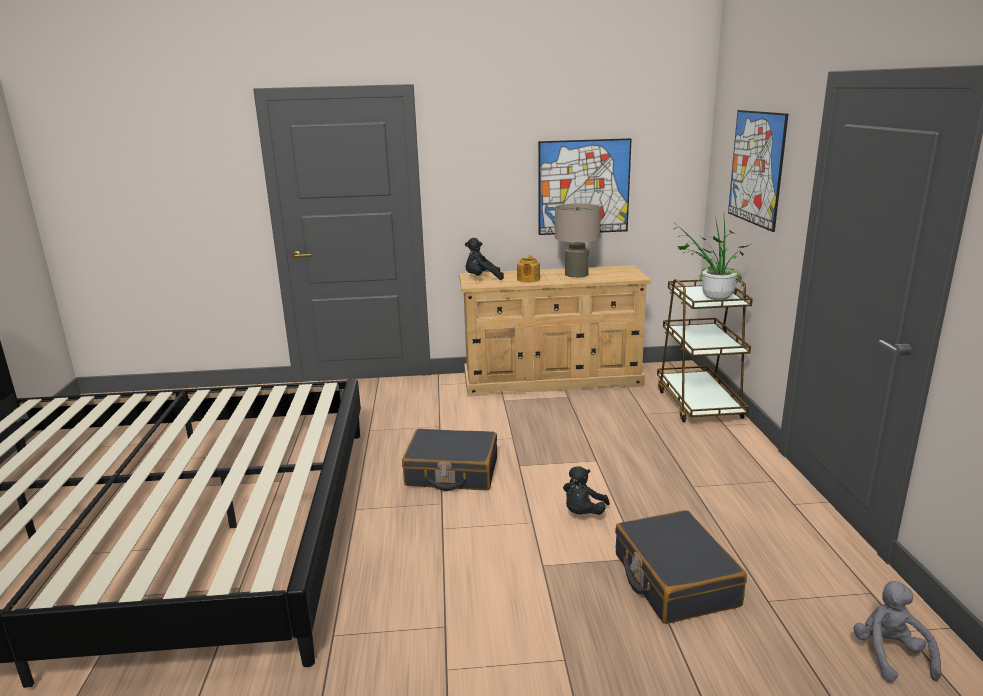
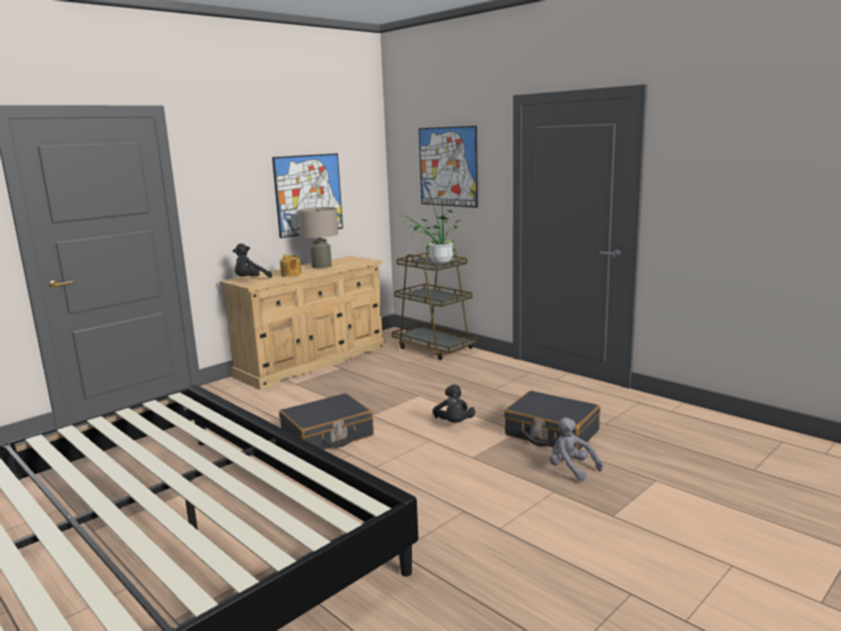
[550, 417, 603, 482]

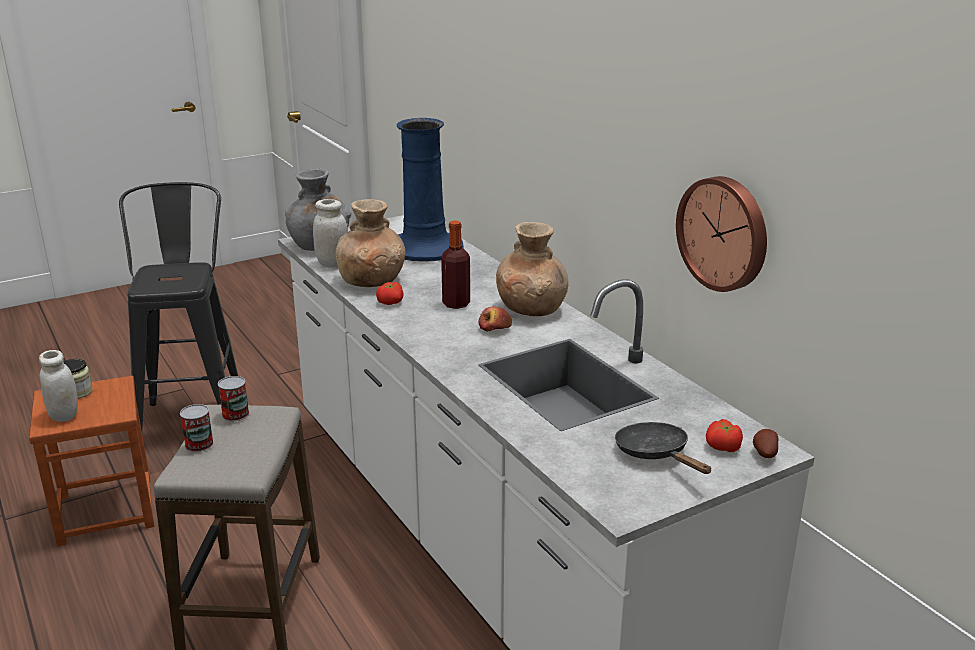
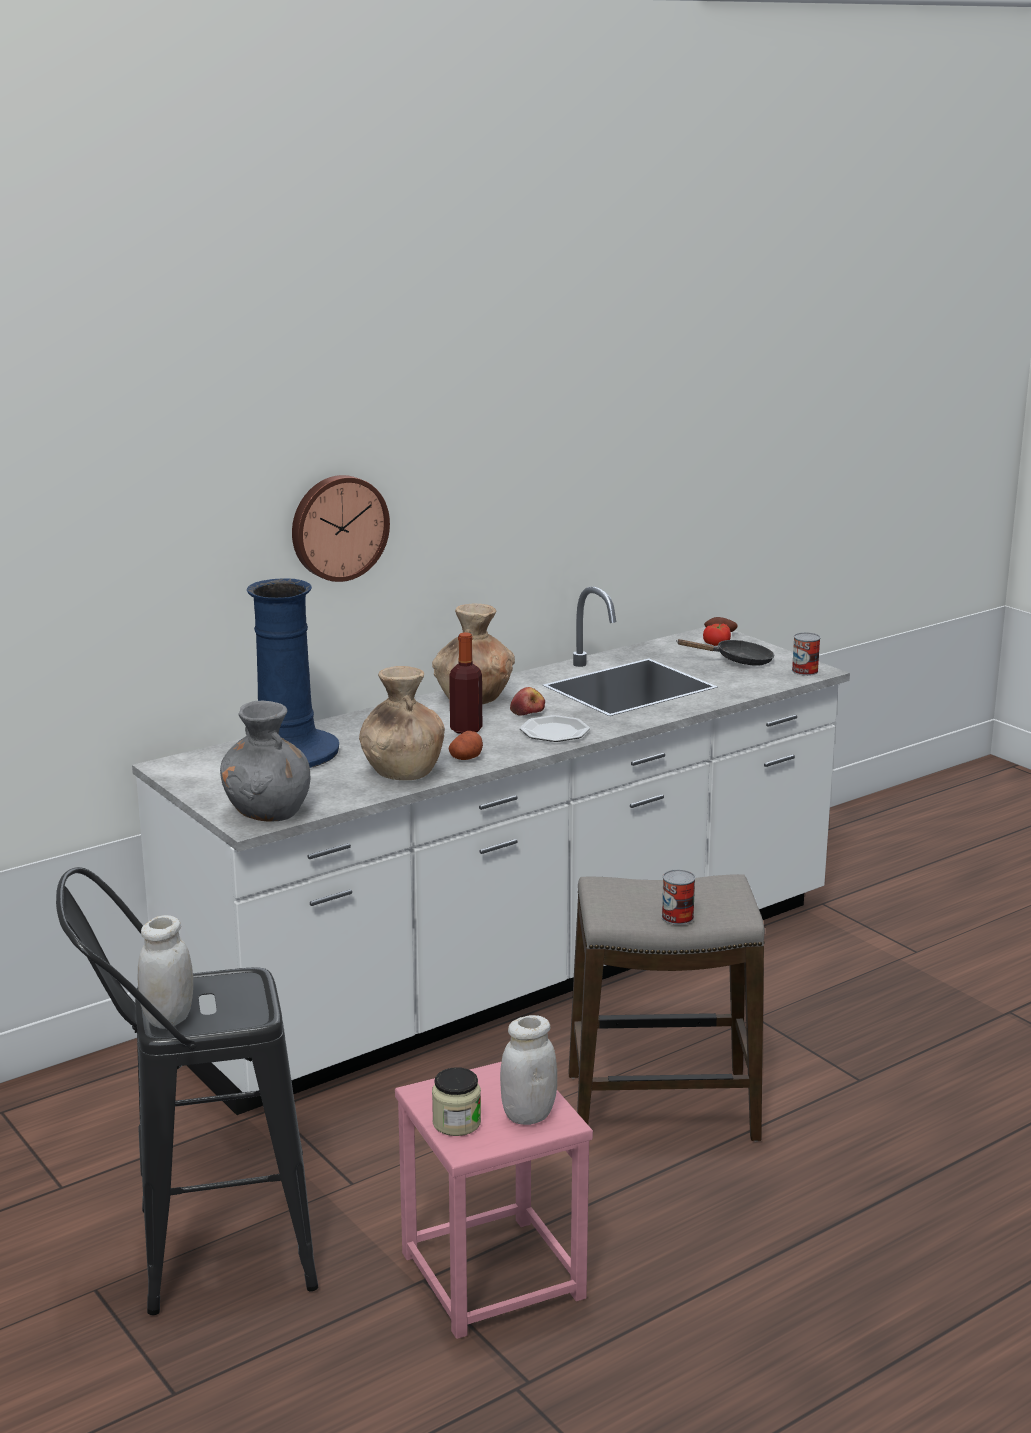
[138, 915, 193, 1029]
[292, 475, 390, 582]
[395, 1062, 593, 1339]
[449, 731, 483, 760]
[520, 715, 590, 742]
[676, 639, 774, 666]
[792, 632, 821, 676]

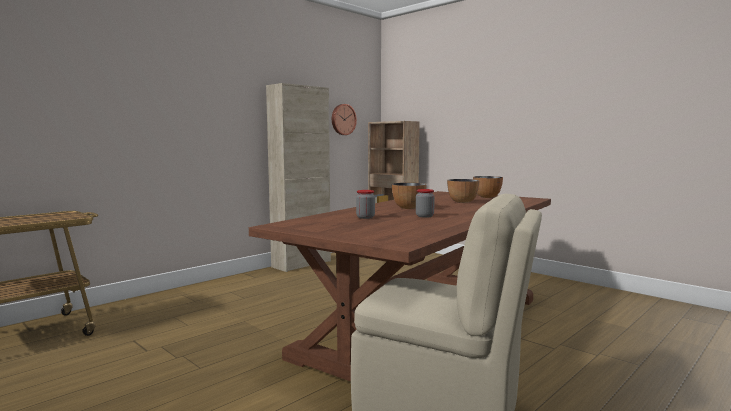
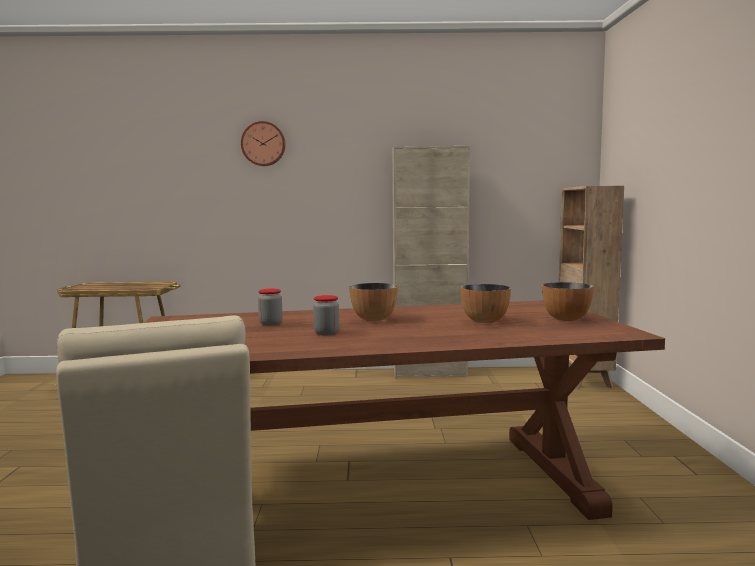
[241, 121, 286, 166]

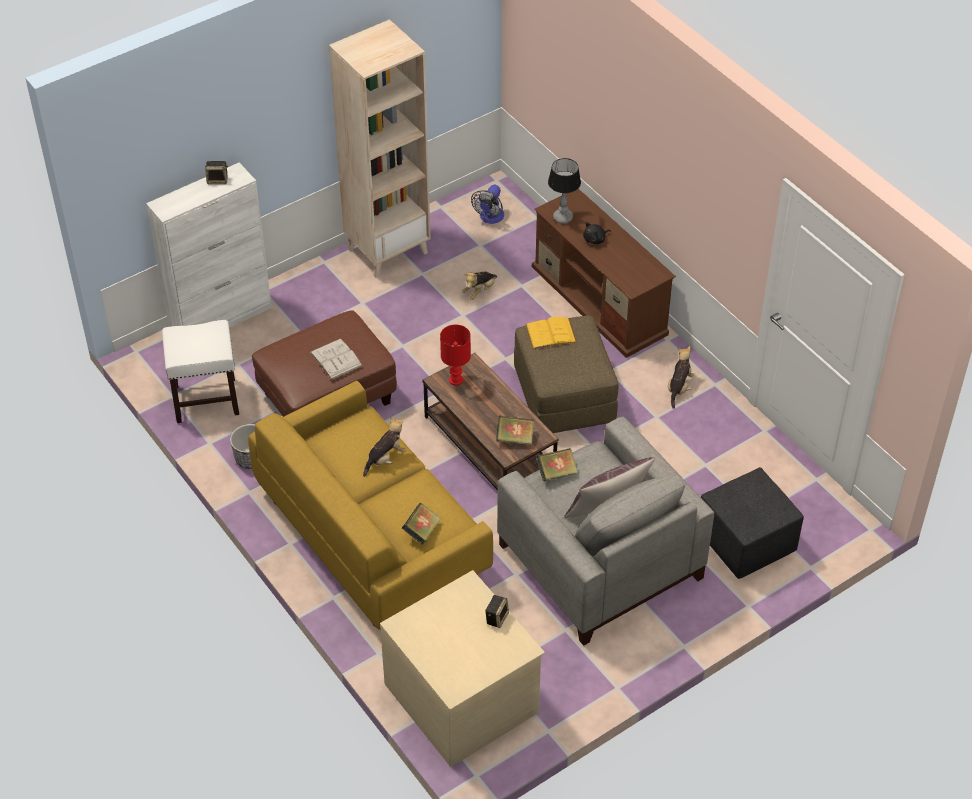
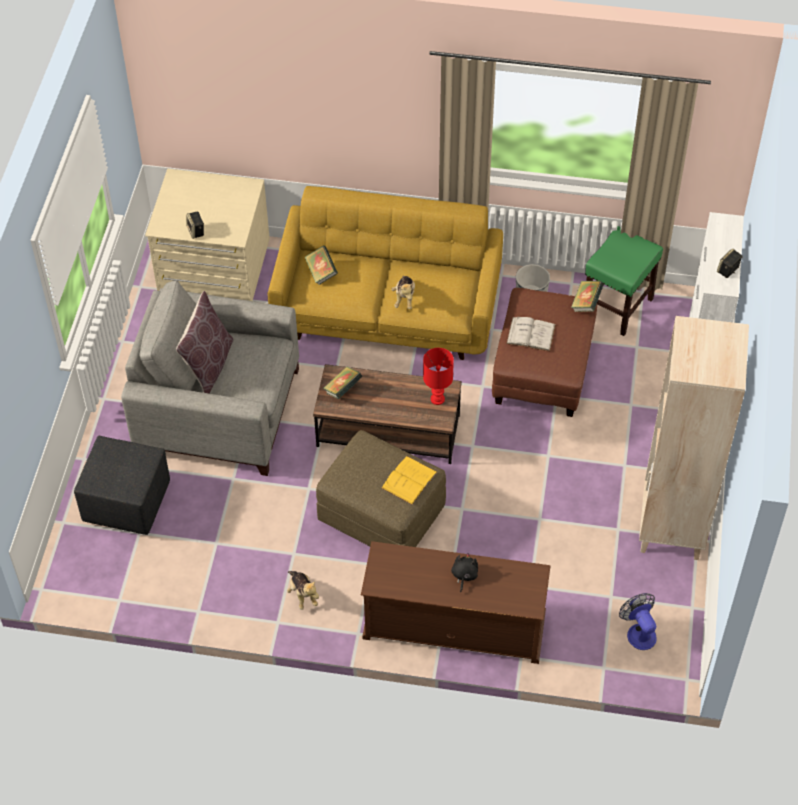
[571, 281, 604, 312]
[585, 226, 663, 336]
[462, 271, 497, 300] (first image)
[548, 158, 581, 224] (first image)

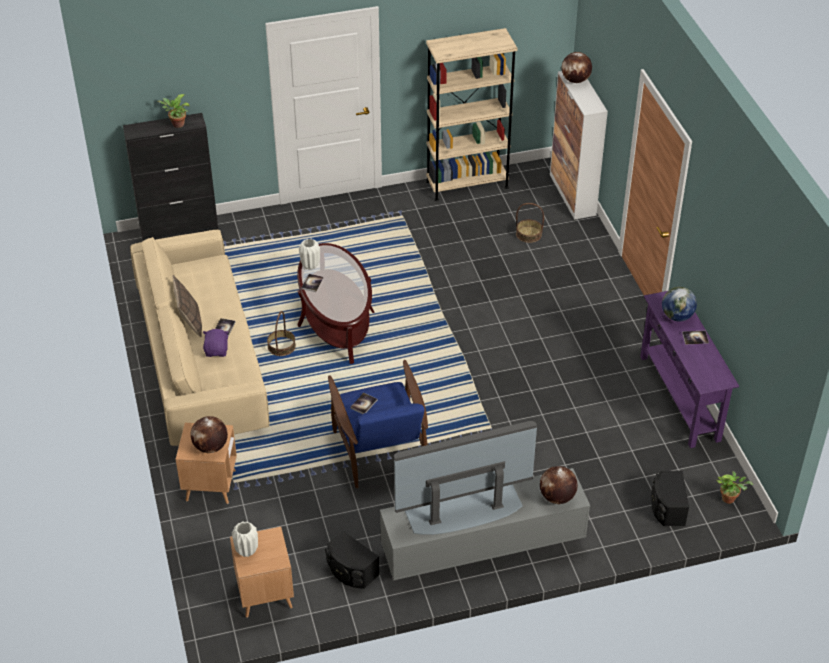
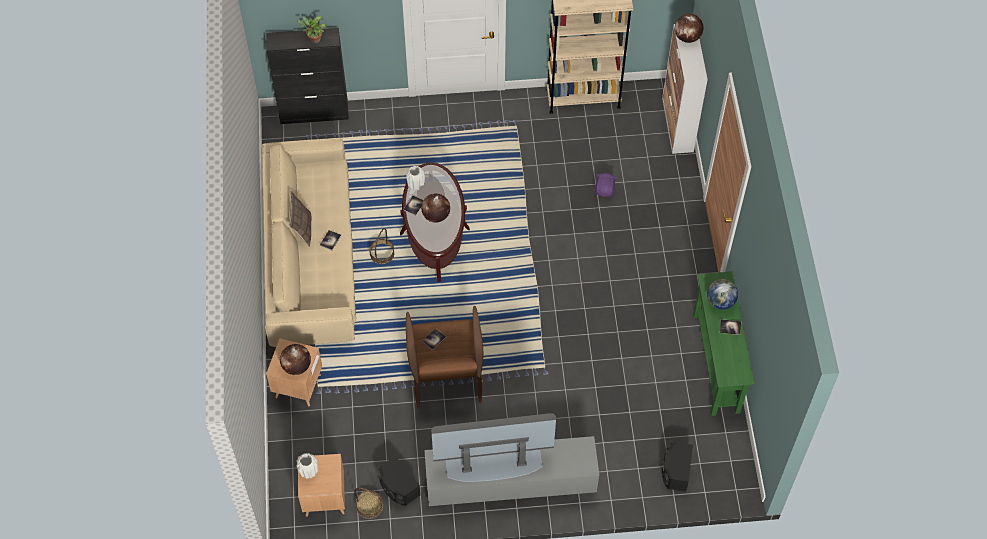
[355, 488, 383, 519]
[406, 306, 483, 409]
[421, 194, 450, 223]
[595, 173, 617, 197]
[693, 271, 755, 416]
[716, 471, 753, 504] (first image)

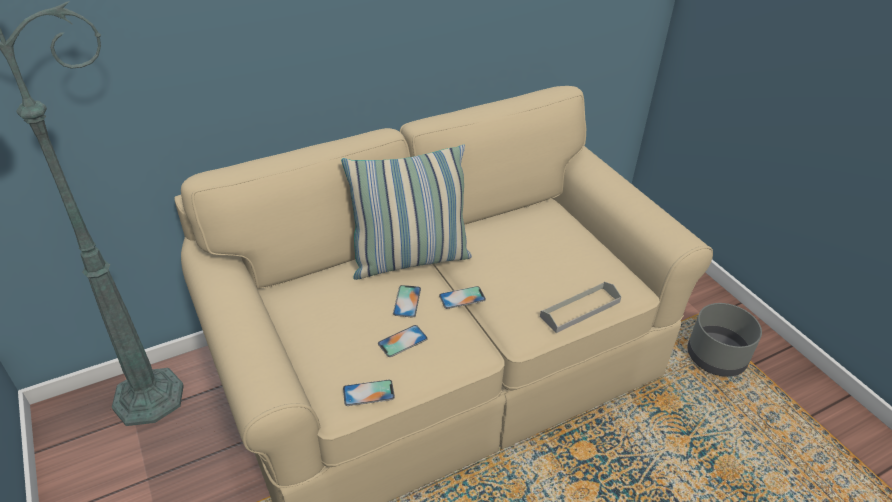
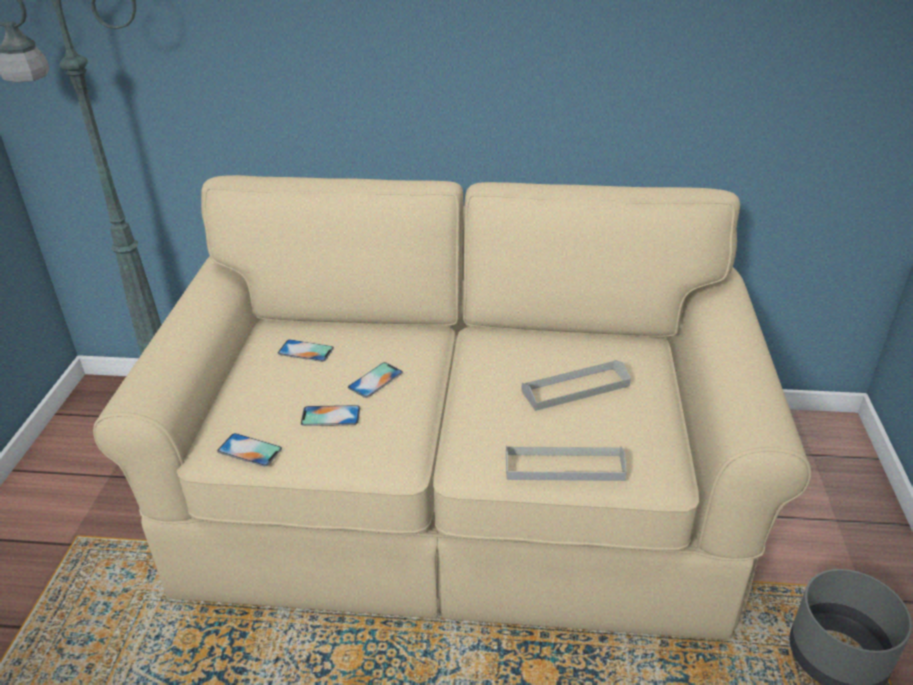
[278, 339, 334, 362]
[521, 360, 631, 411]
[341, 144, 472, 280] (first image)

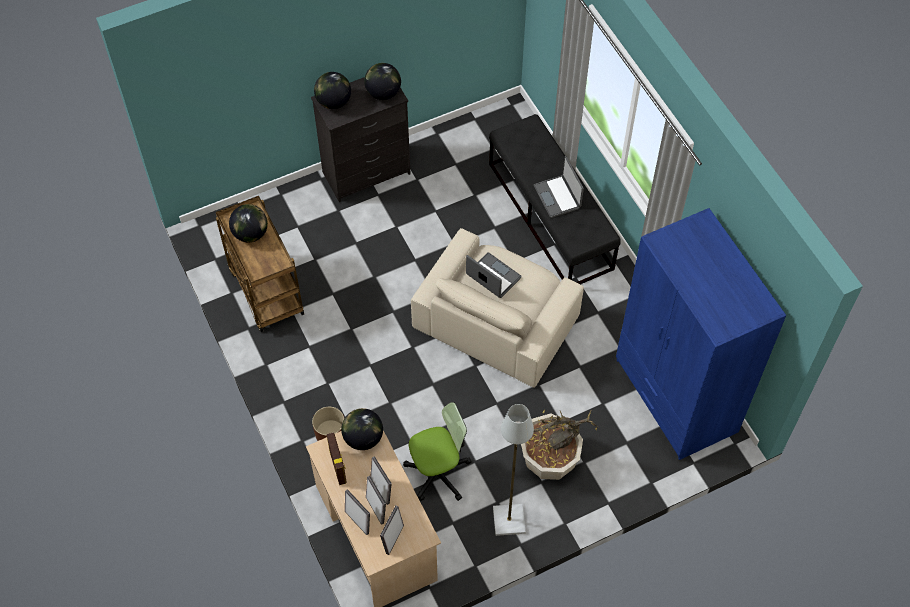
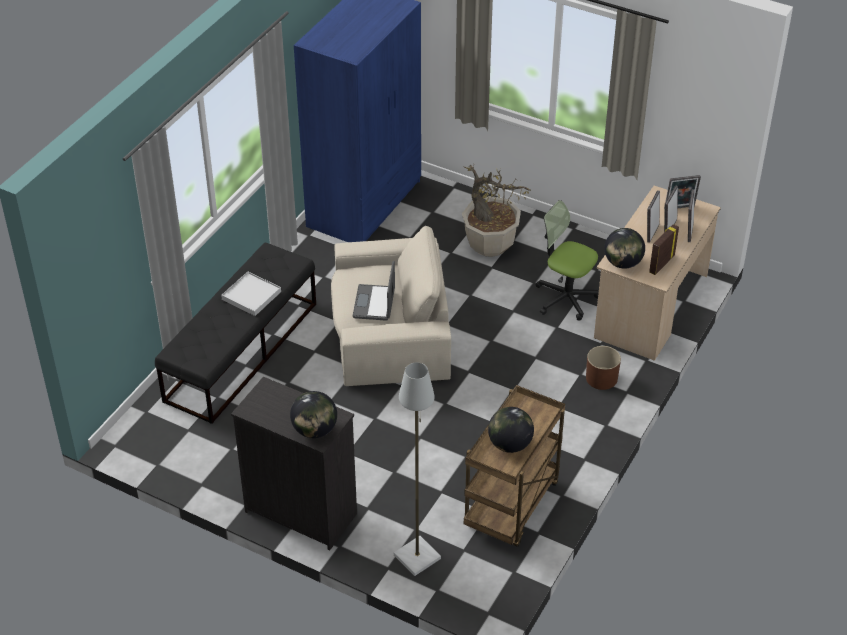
[221, 272, 281, 316]
[394, 362, 441, 576]
[364, 63, 401, 100] (first image)

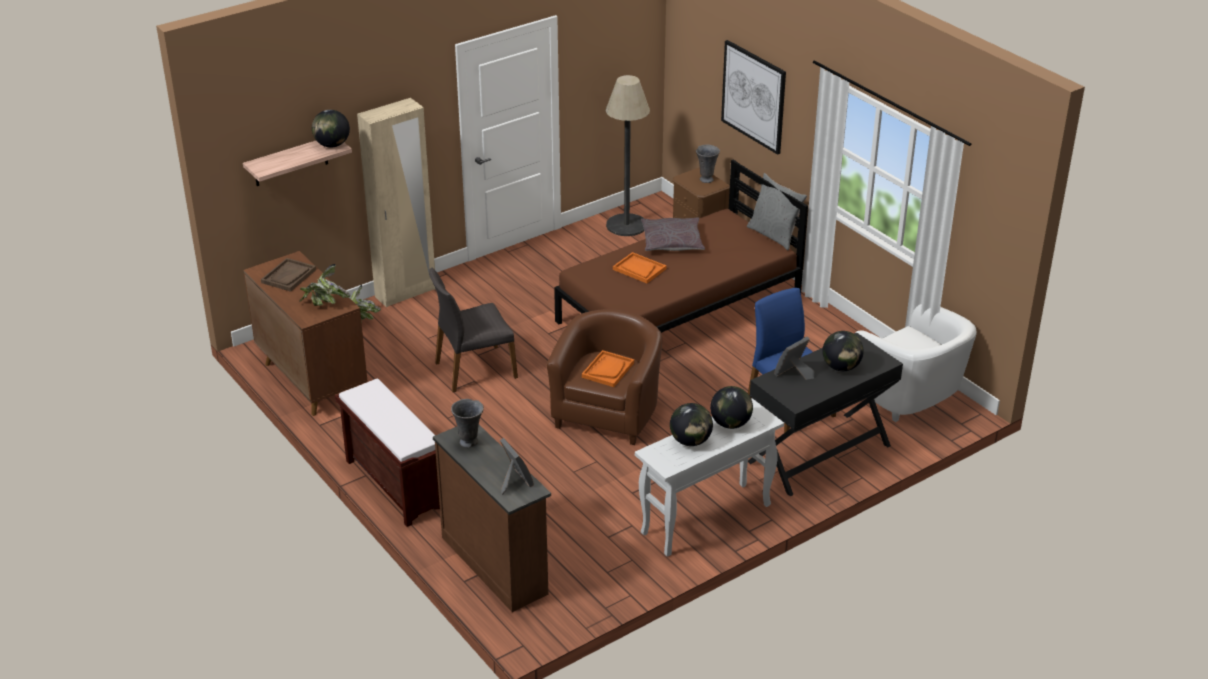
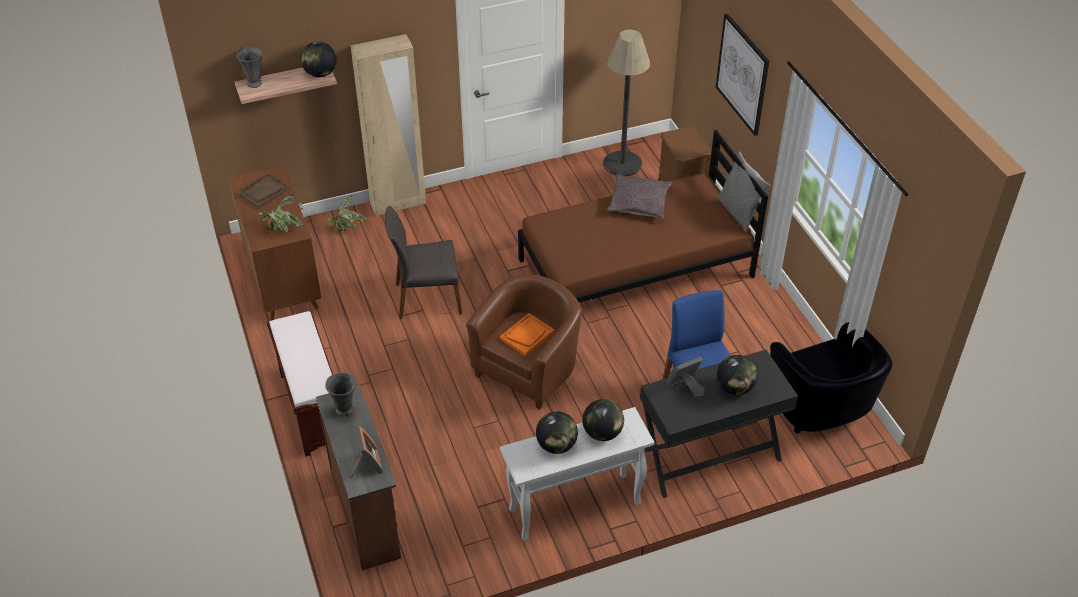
[236, 46, 263, 88]
[770, 322, 893, 434]
[613, 252, 666, 283] (first image)

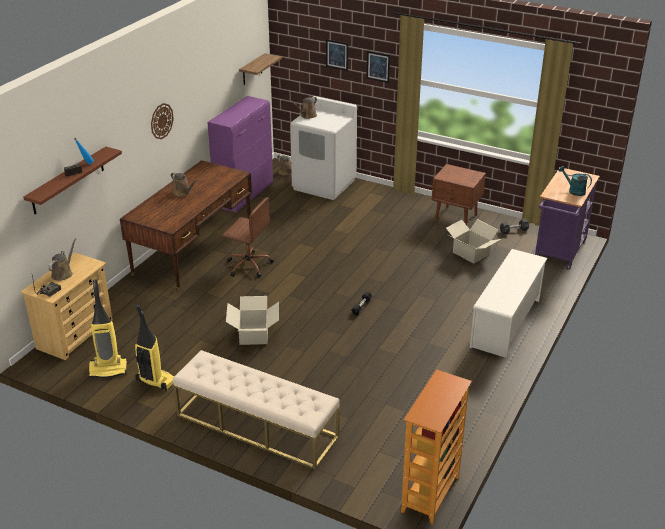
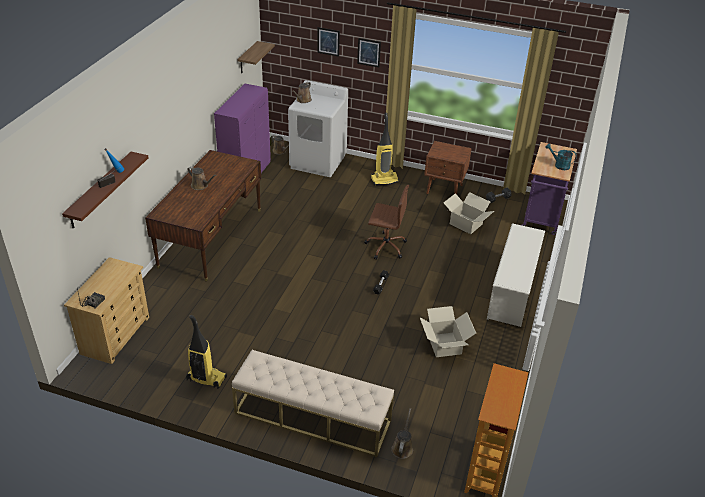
[364, 185, 409, 260]
[371, 113, 399, 185]
[391, 408, 413, 459]
[420, 306, 476, 357]
[151, 103, 174, 139] (first image)

